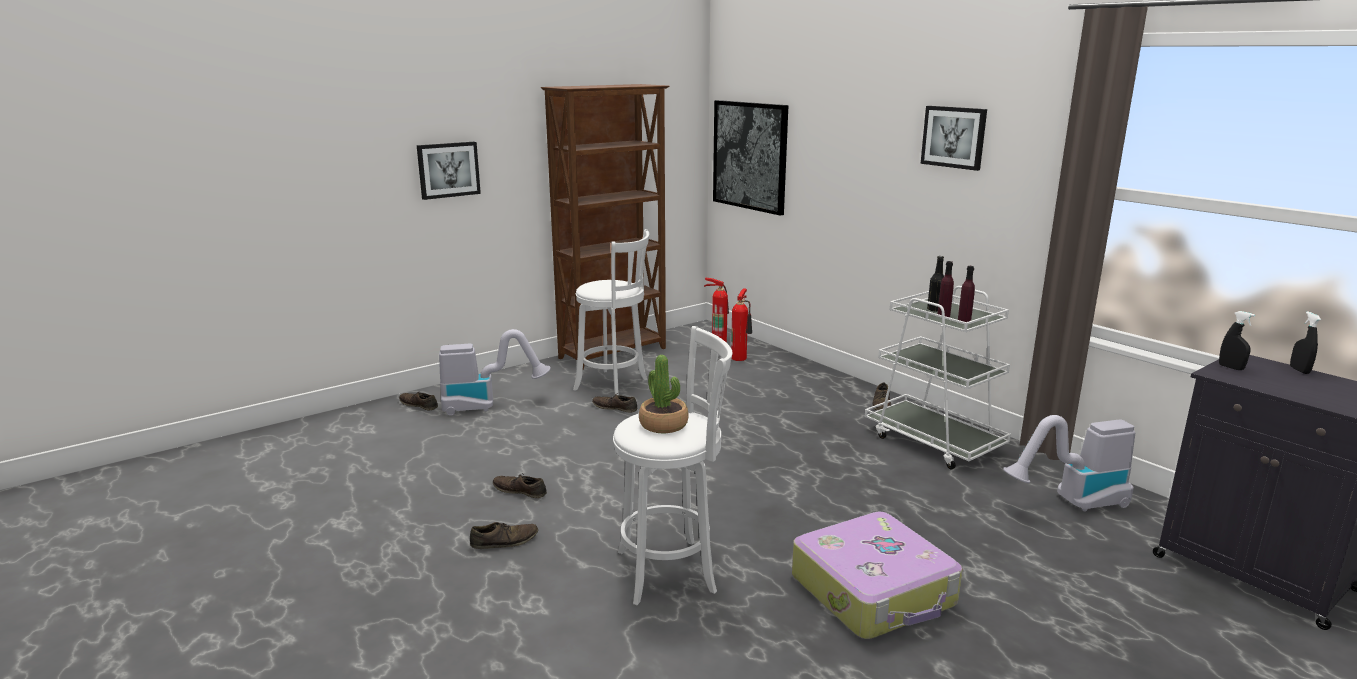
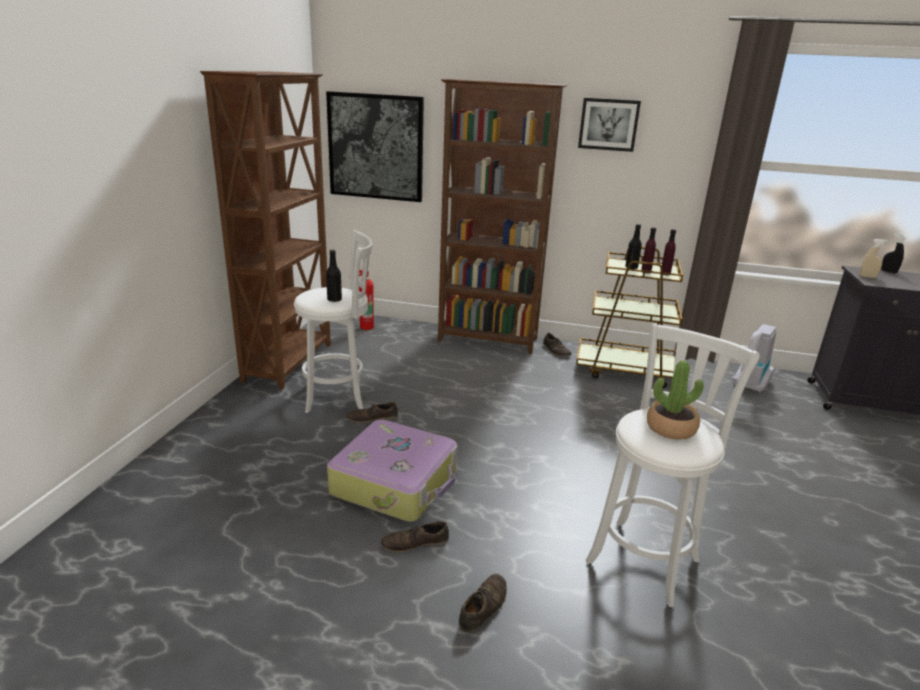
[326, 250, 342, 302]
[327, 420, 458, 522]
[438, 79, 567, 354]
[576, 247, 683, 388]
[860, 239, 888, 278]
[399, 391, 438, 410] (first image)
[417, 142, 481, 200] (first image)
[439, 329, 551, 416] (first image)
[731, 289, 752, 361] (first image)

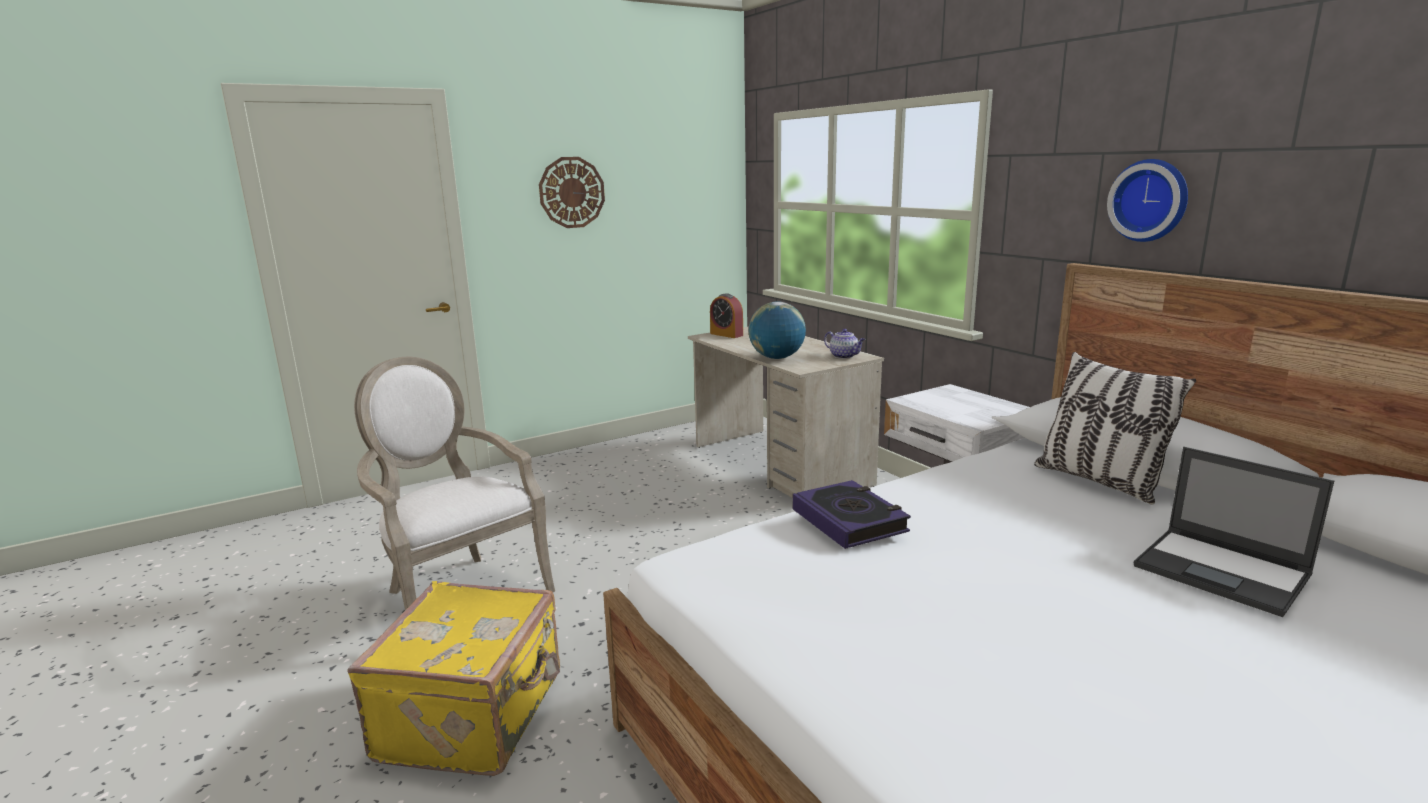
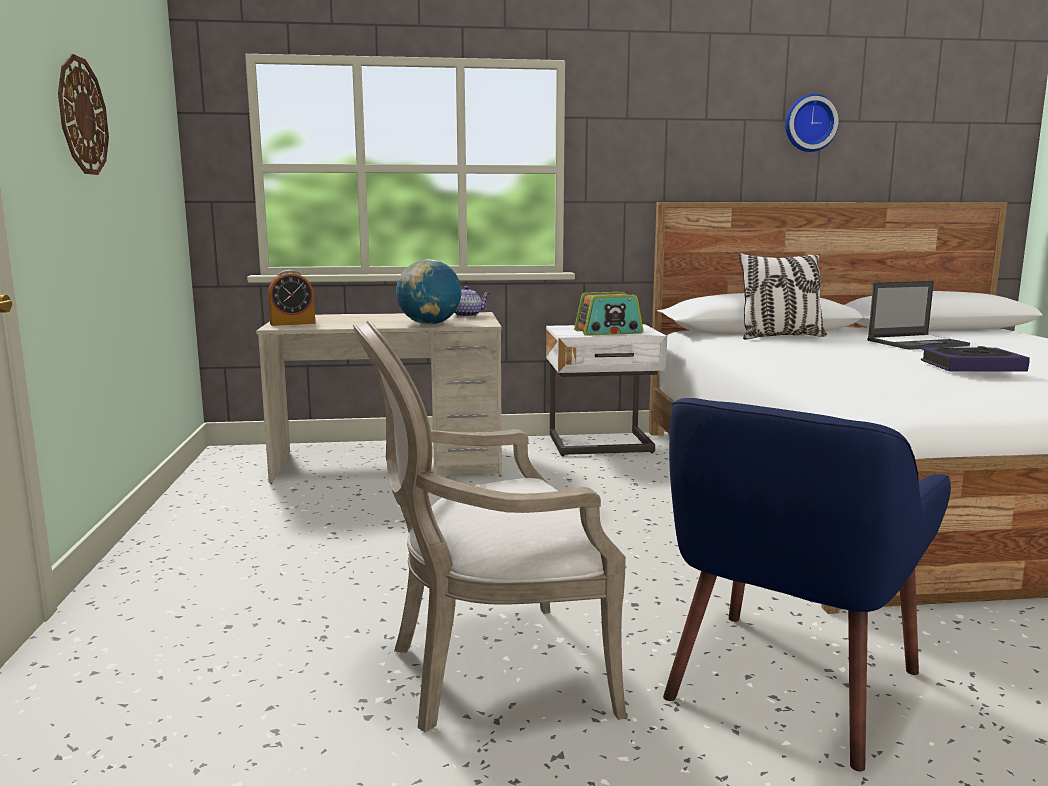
[574, 292, 643, 336]
[663, 398, 951, 771]
[785, 94, 839, 152]
[921, 346, 1030, 372]

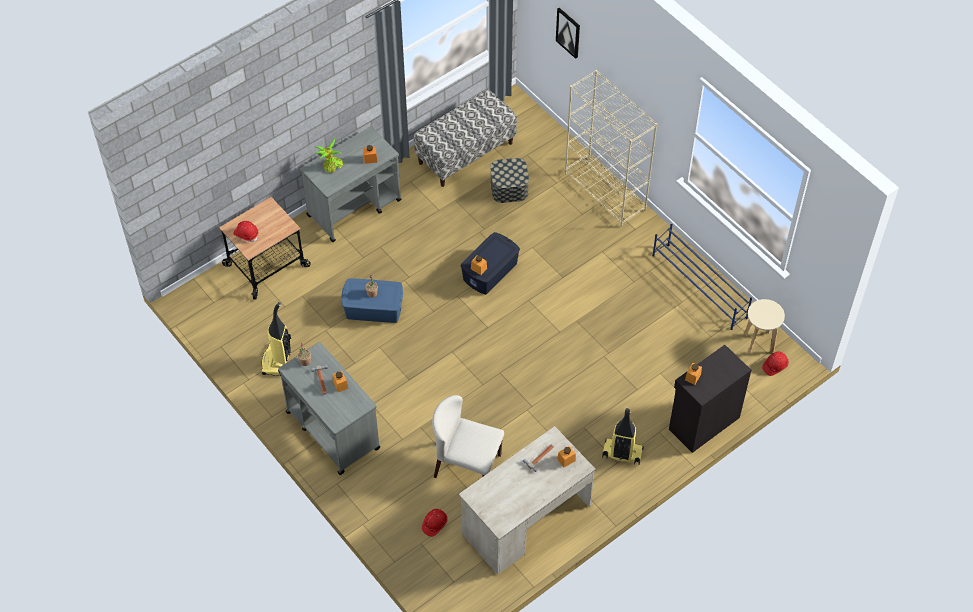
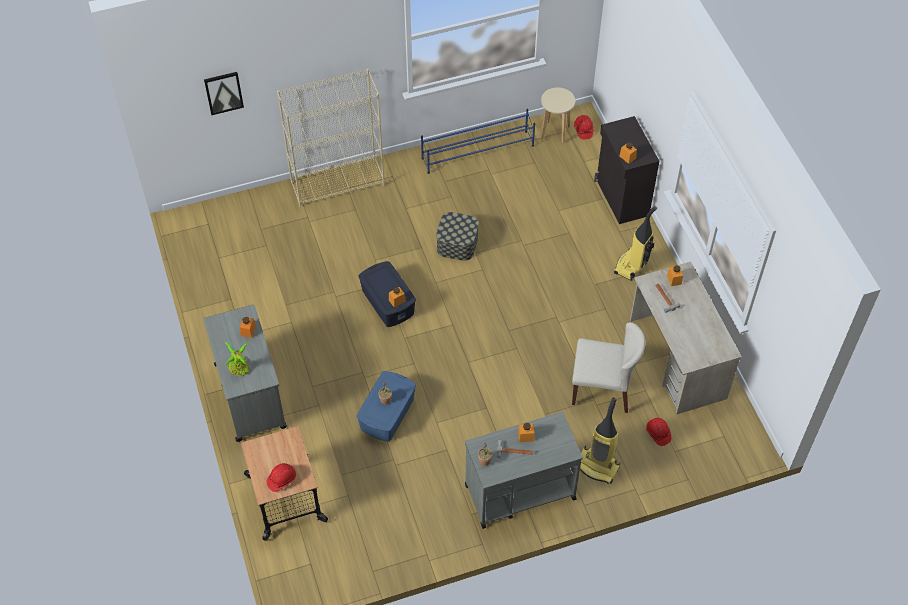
[436, 212, 479, 261]
[572, 322, 645, 413]
[580, 397, 621, 484]
[414, 89, 517, 187] (first image)

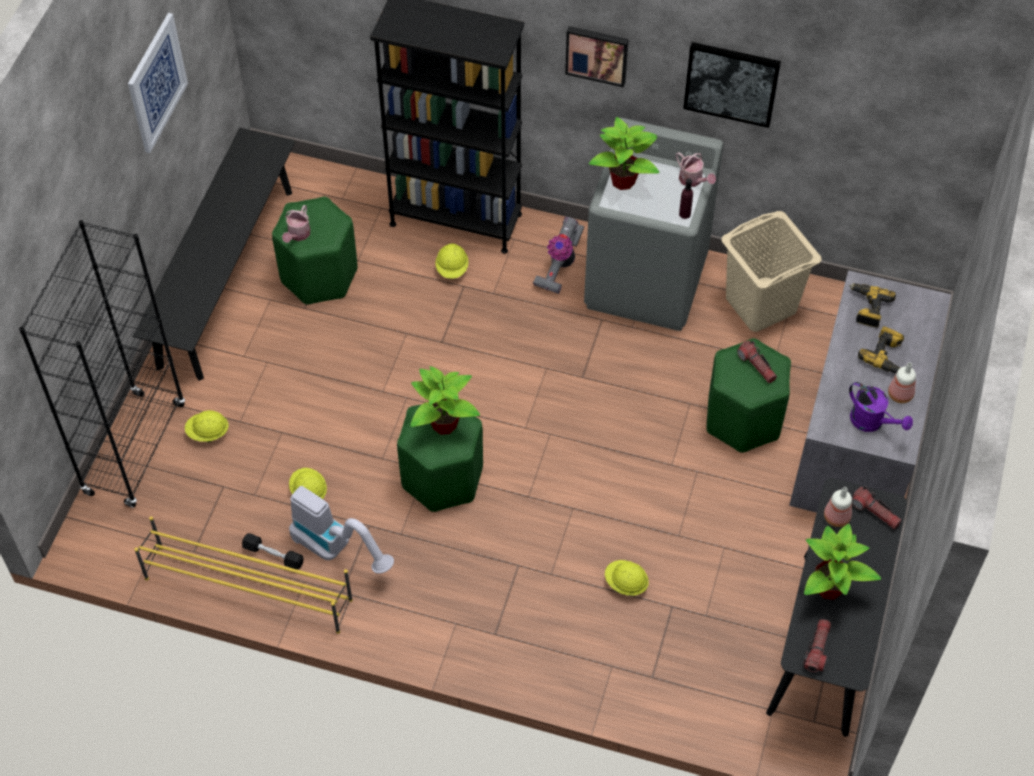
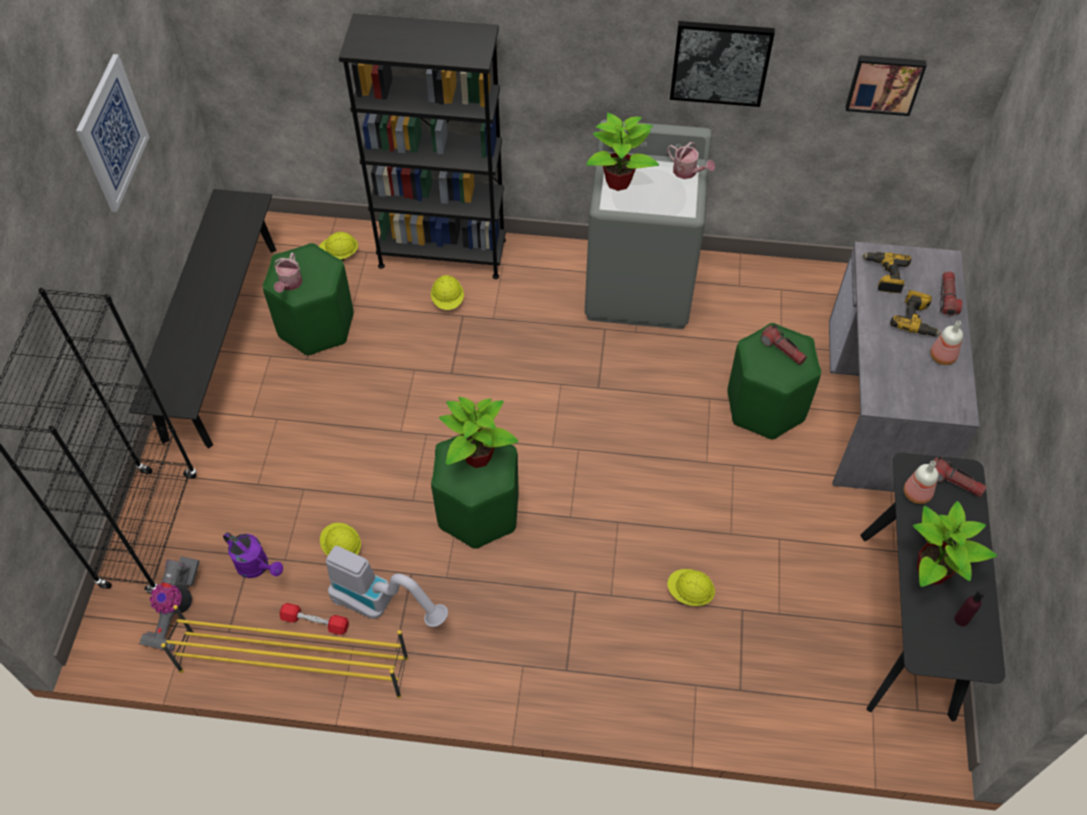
[139, 556, 200, 652]
[223, 532, 283, 578]
[280, 603, 349, 635]
[319, 232, 358, 261]
[846, 55, 927, 116]
[940, 271, 962, 316]
[954, 589, 985, 626]
[721, 211, 822, 332] (first image)

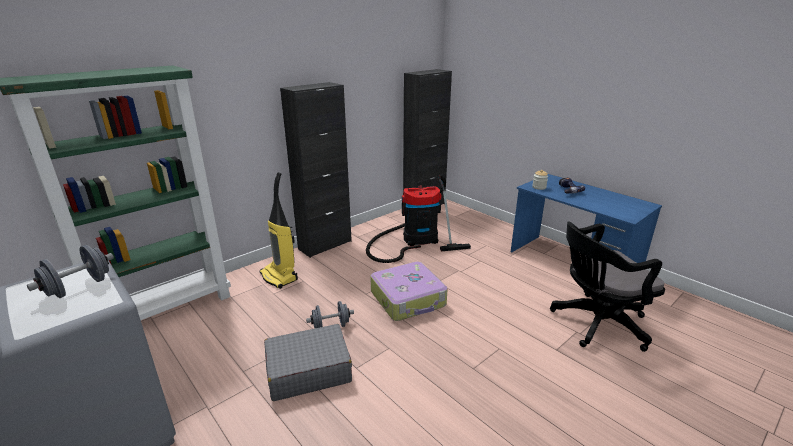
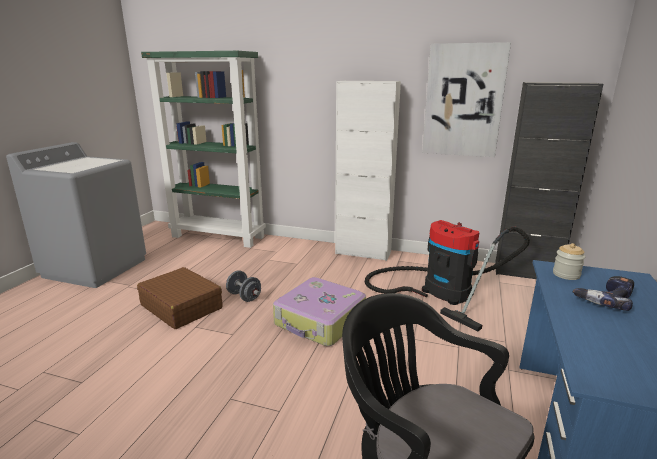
[137, 267, 222, 329]
[335, 81, 401, 261]
[422, 42, 511, 157]
[27, 245, 114, 298] (first image)
[260, 172, 298, 289] (first image)

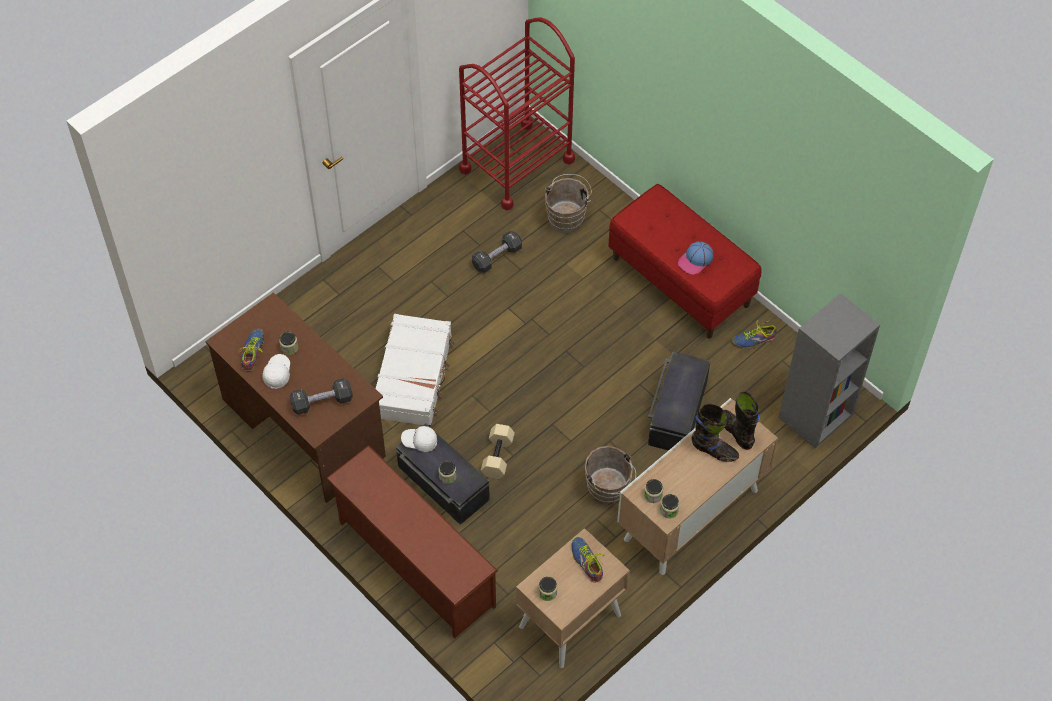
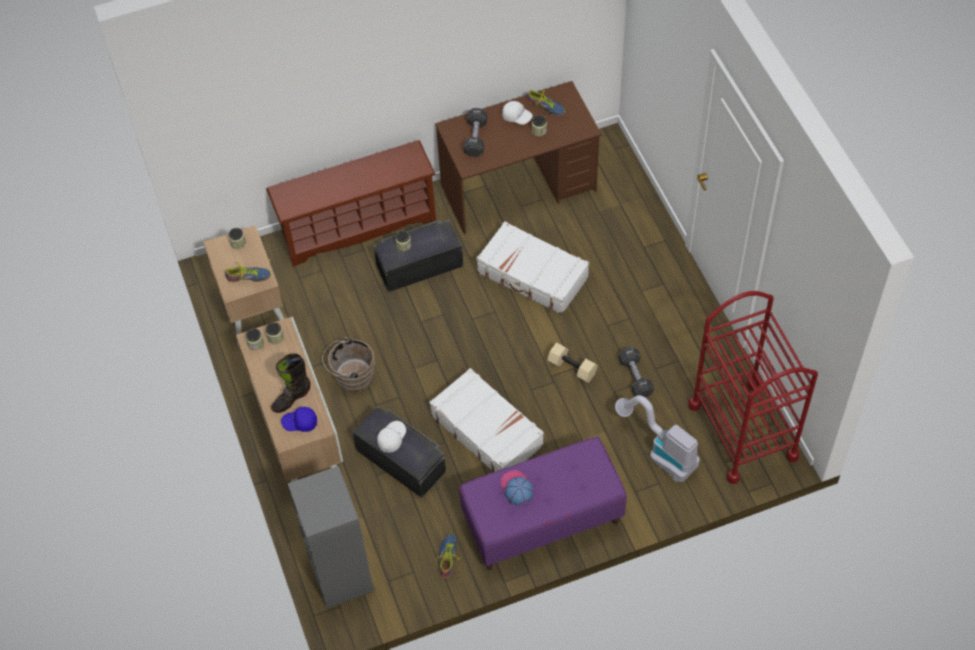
[281, 407, 317, 432]
[377, 421, 406, 453]
[429, 368, 544, 472]
[459, 437, 627, 570]
[547, 343, 598, 383]
[615, 395, 700, 482]

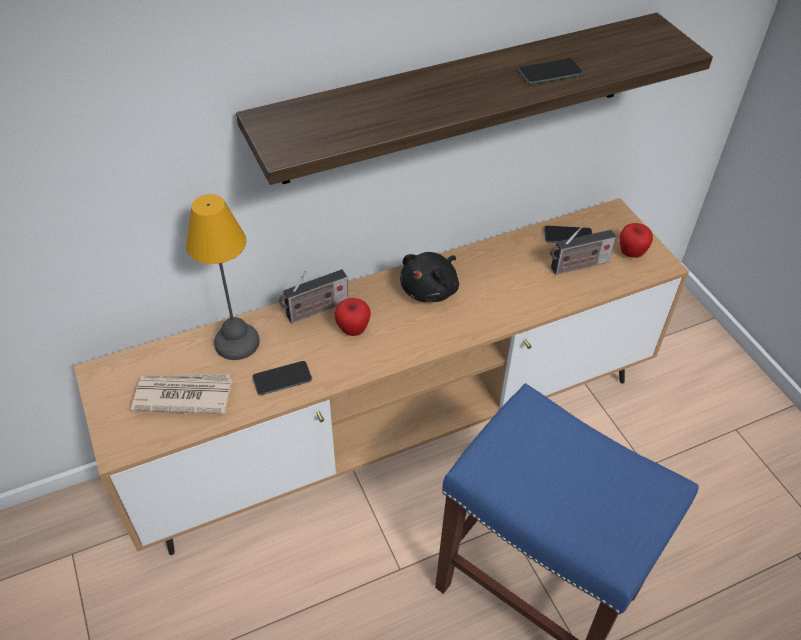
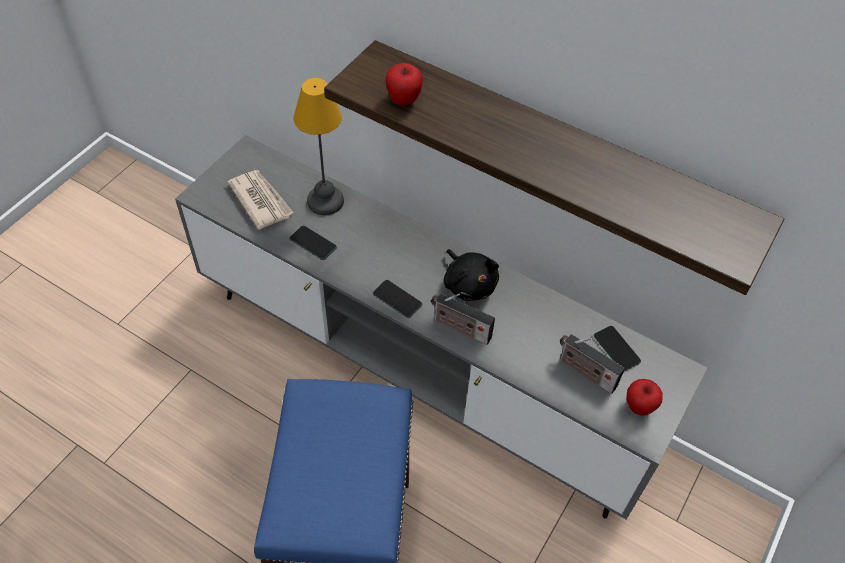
[175, 135, 708, 520]
[373, 280, 422, 318]
[385, 63, 423, 106]
[431, 293, 495, 345]
[444, 249, 499, 301]

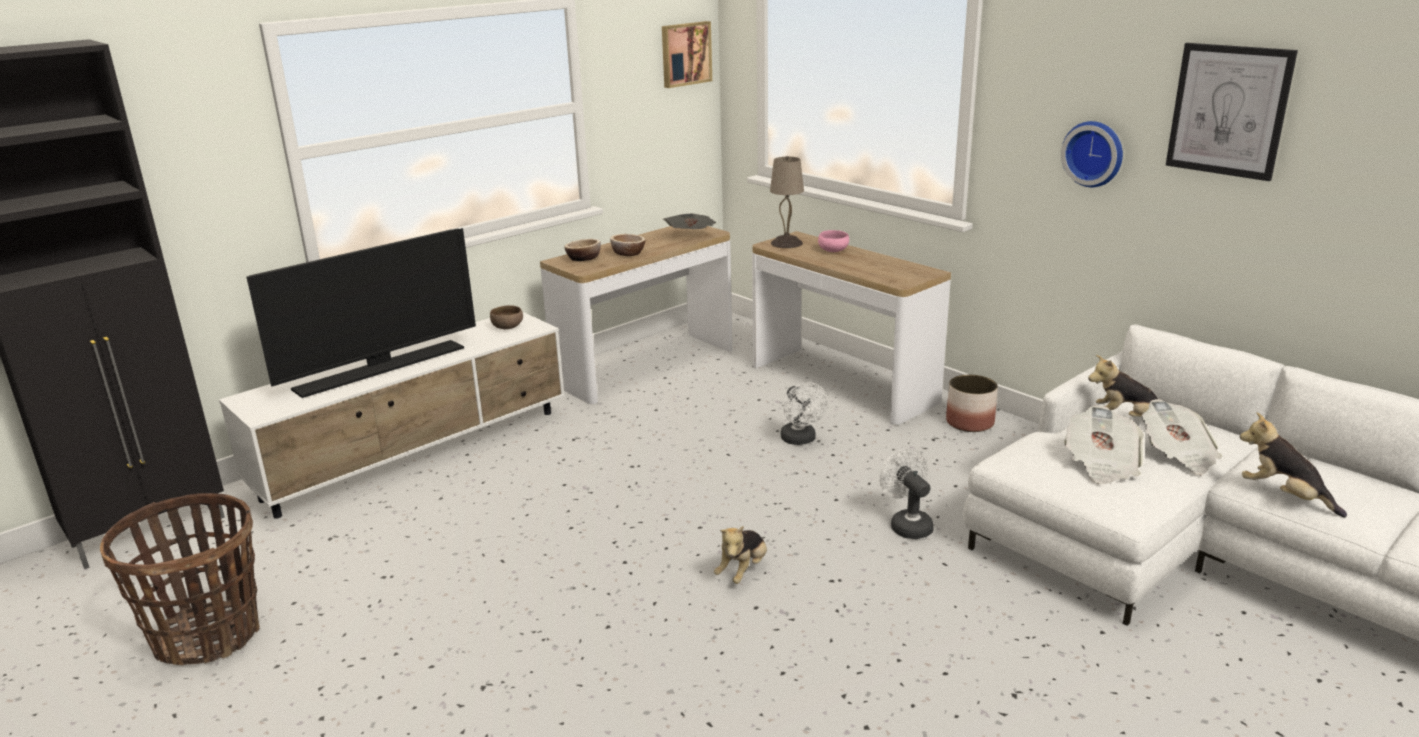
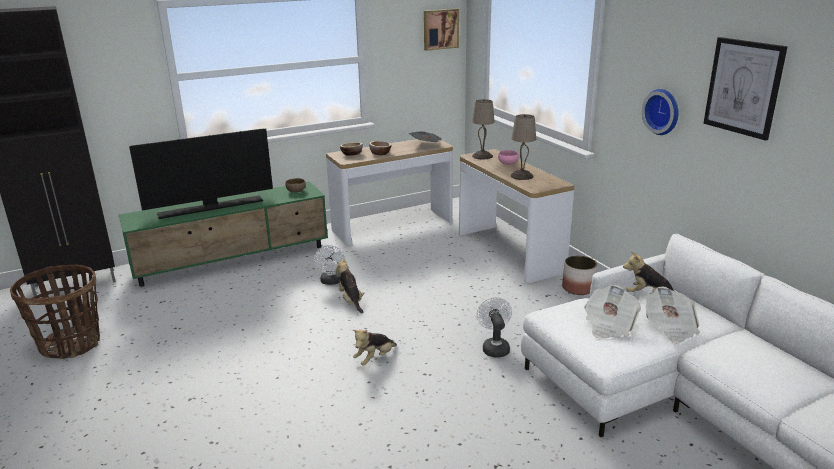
[119, 182, 328, 287]
[314, 245, 345, 285]
[336, 258, 365, 314]
[511, 114, 536, 180]

